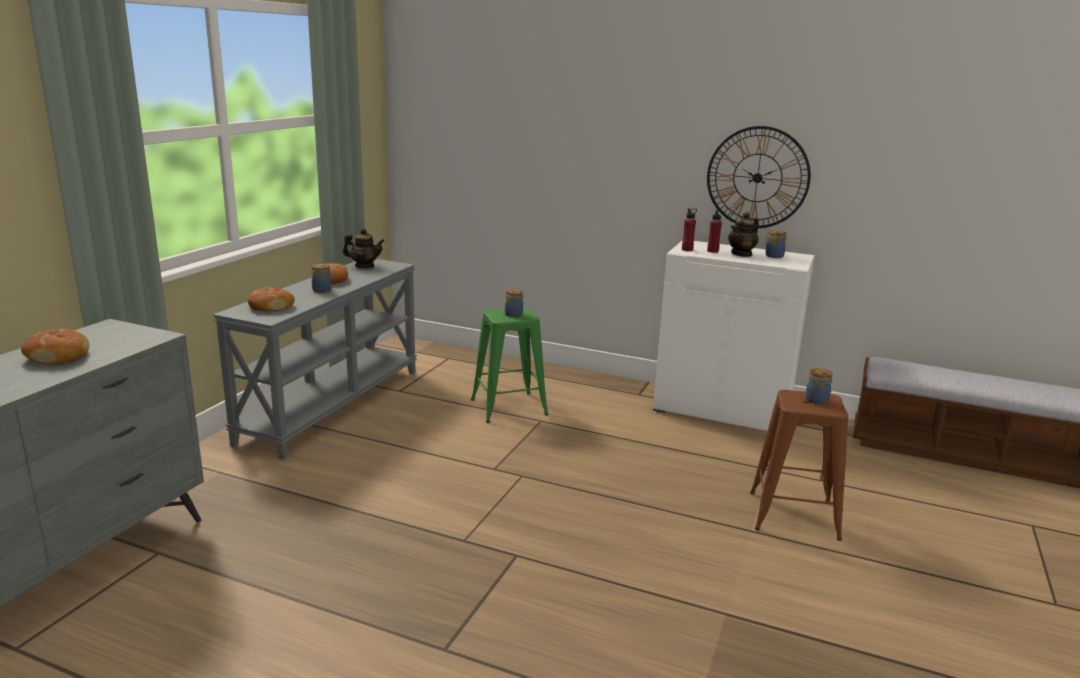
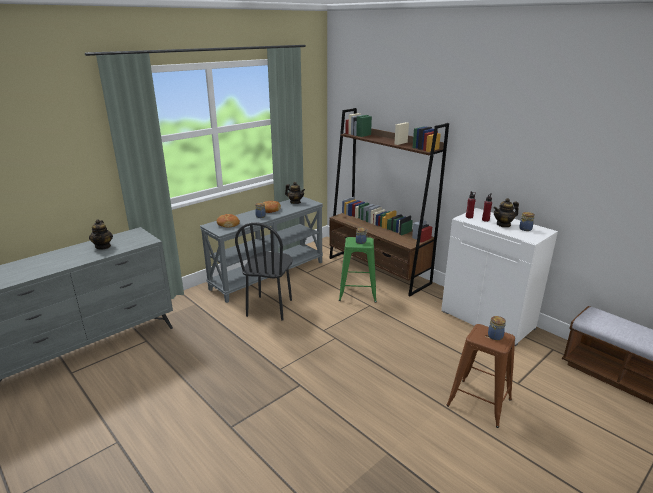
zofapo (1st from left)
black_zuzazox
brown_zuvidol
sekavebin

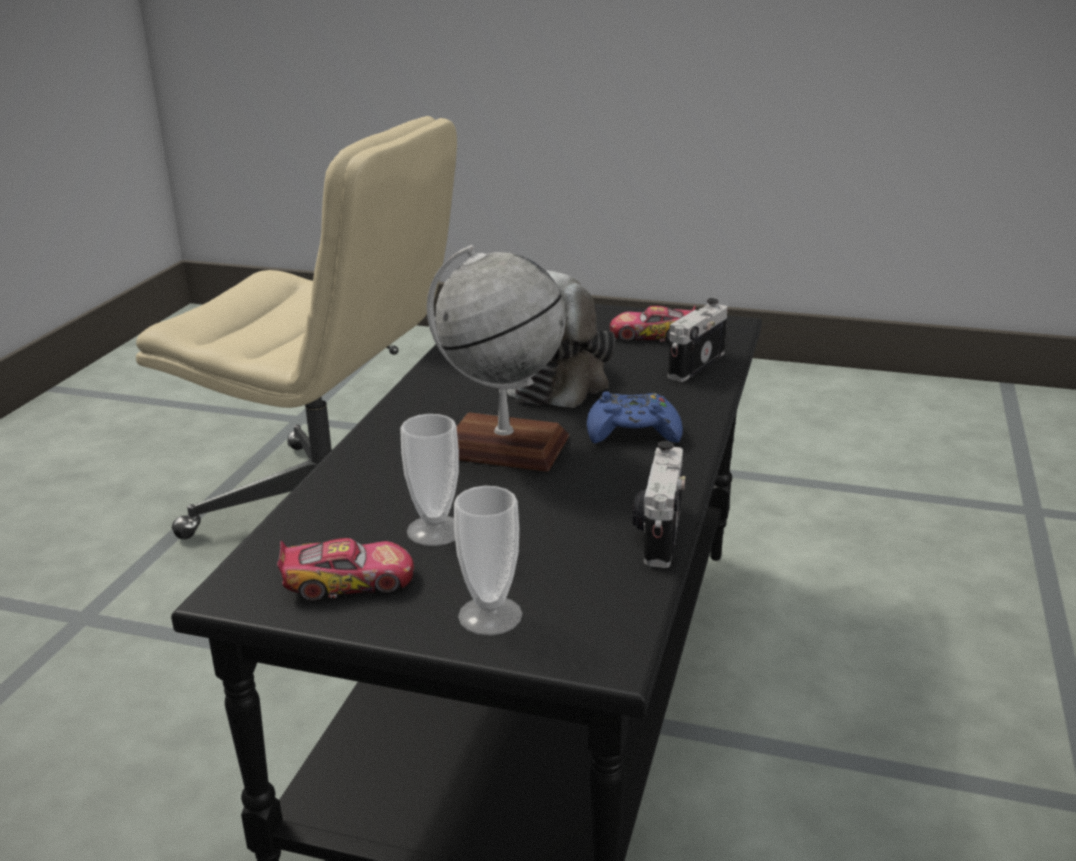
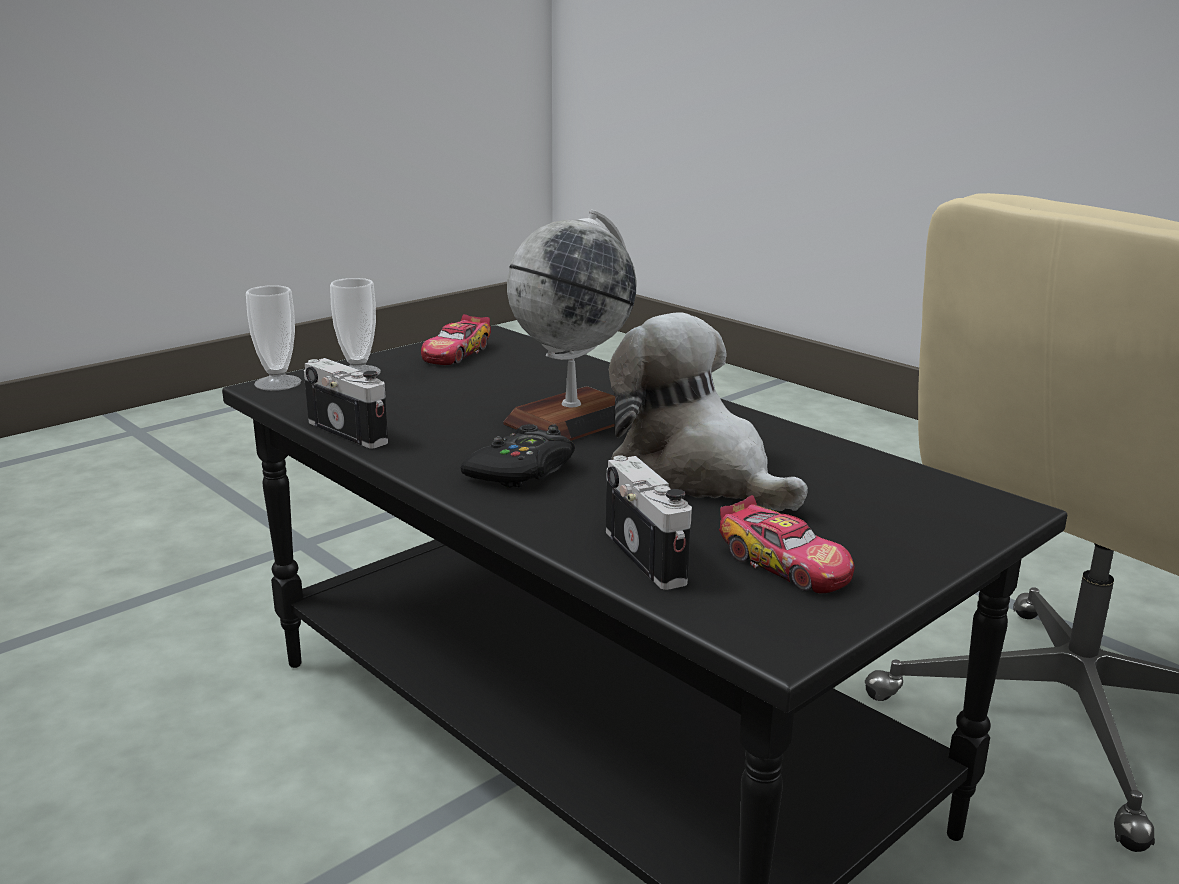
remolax (1st from left)
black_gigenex
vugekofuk (2nd from left)

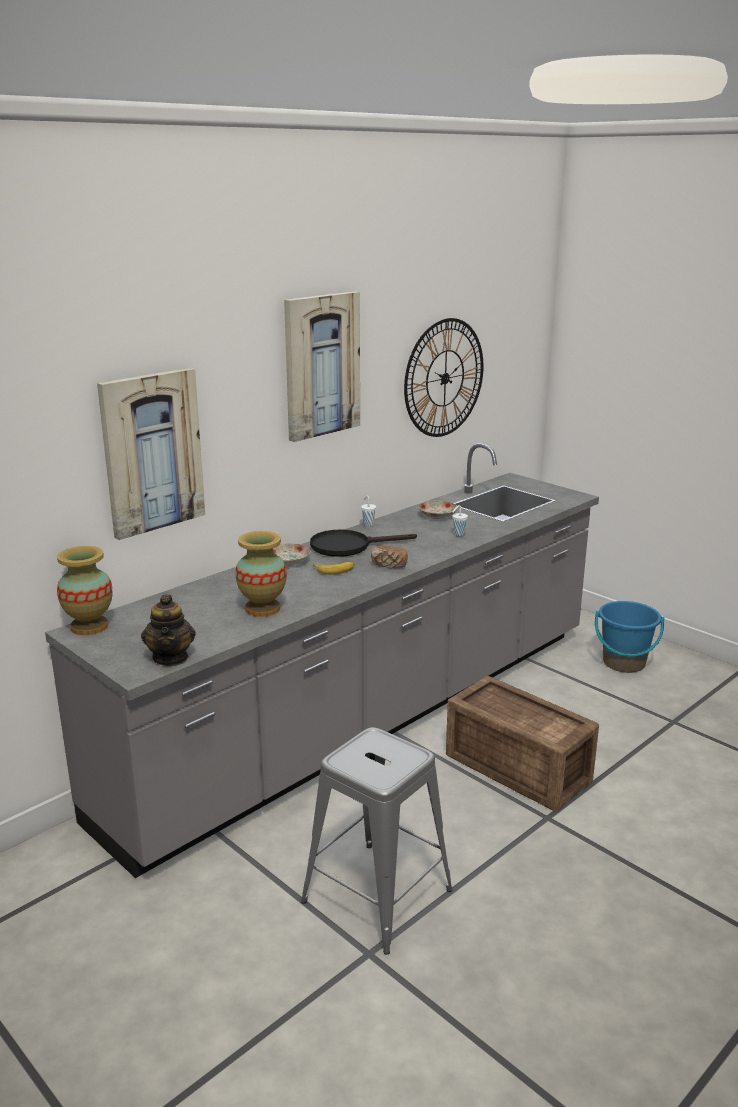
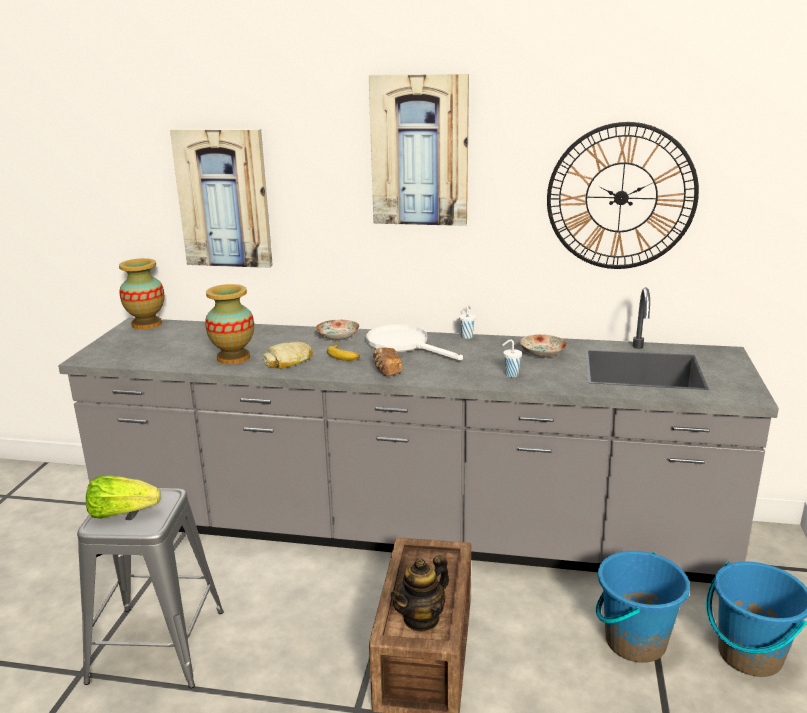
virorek
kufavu (1st from left)
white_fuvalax
zofapo
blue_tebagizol (1st from left)

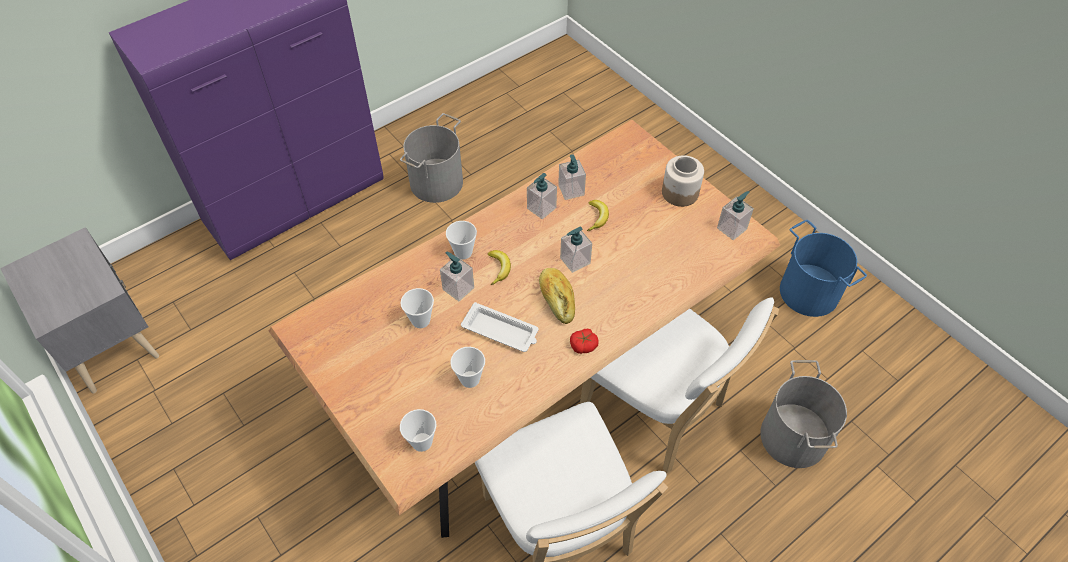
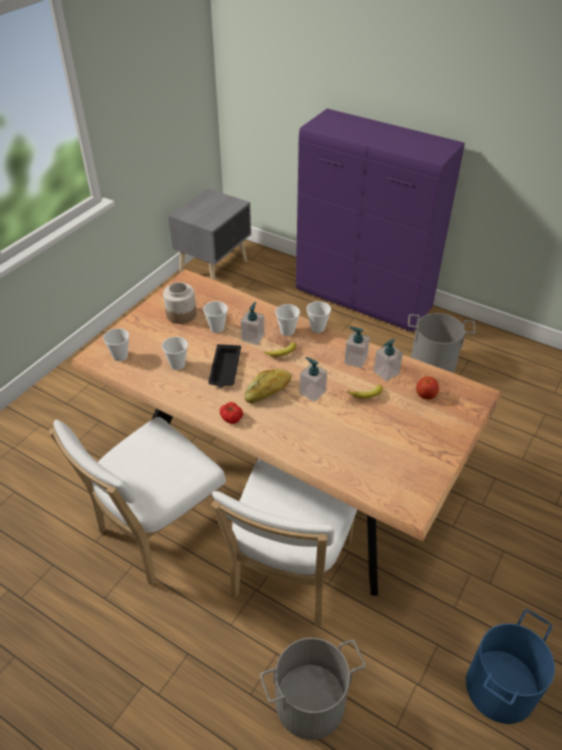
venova
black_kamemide
remolax (5th from left)
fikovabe
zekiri (5th from left in the first image)

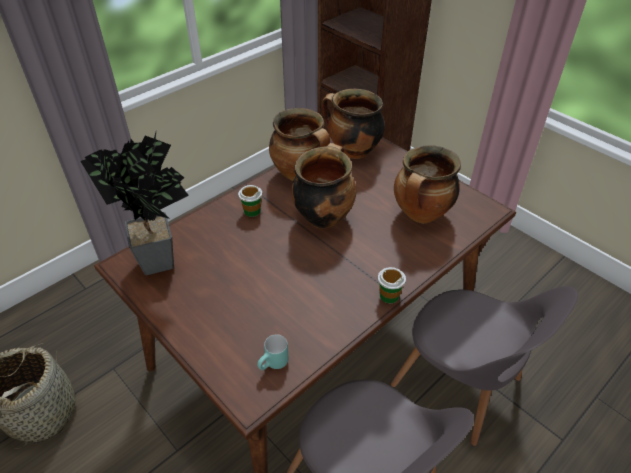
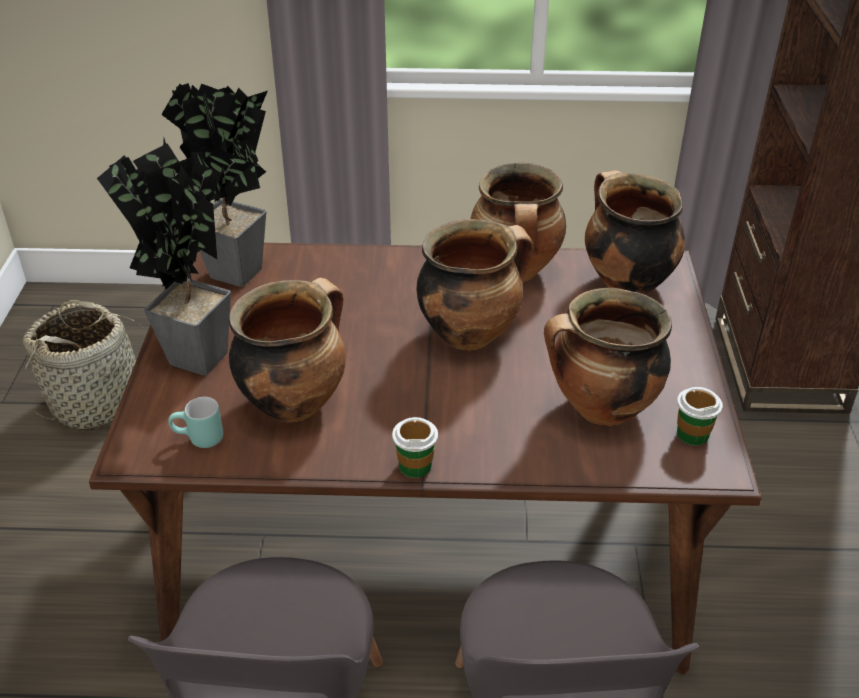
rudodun (1st from left)
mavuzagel (1st from left)
remolax (2nd from left)

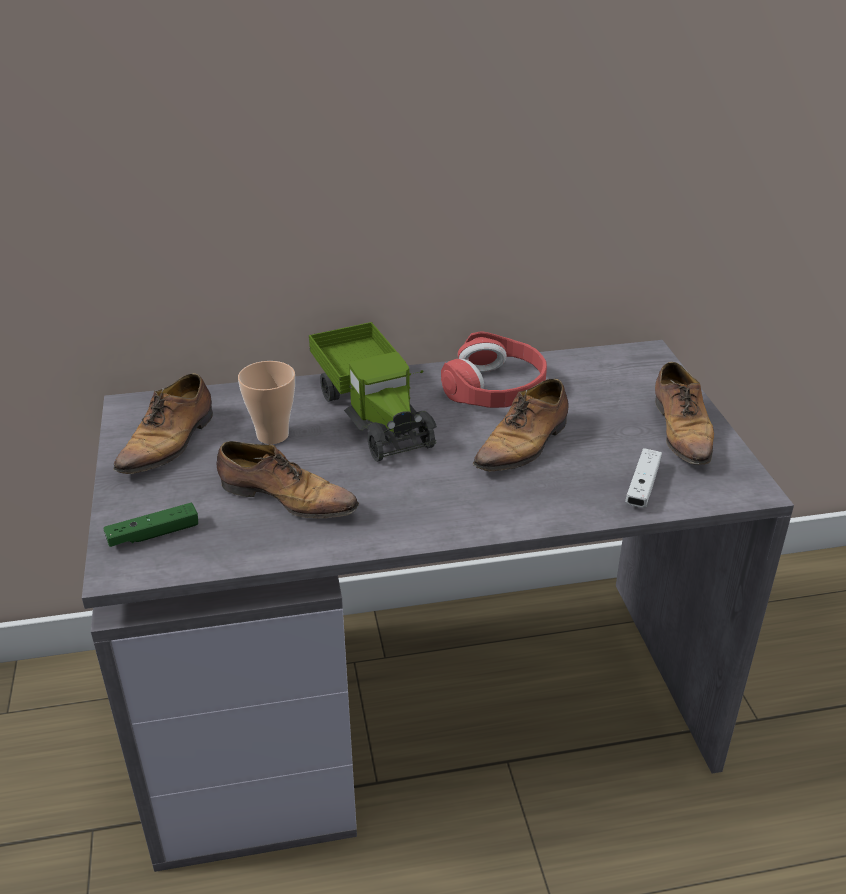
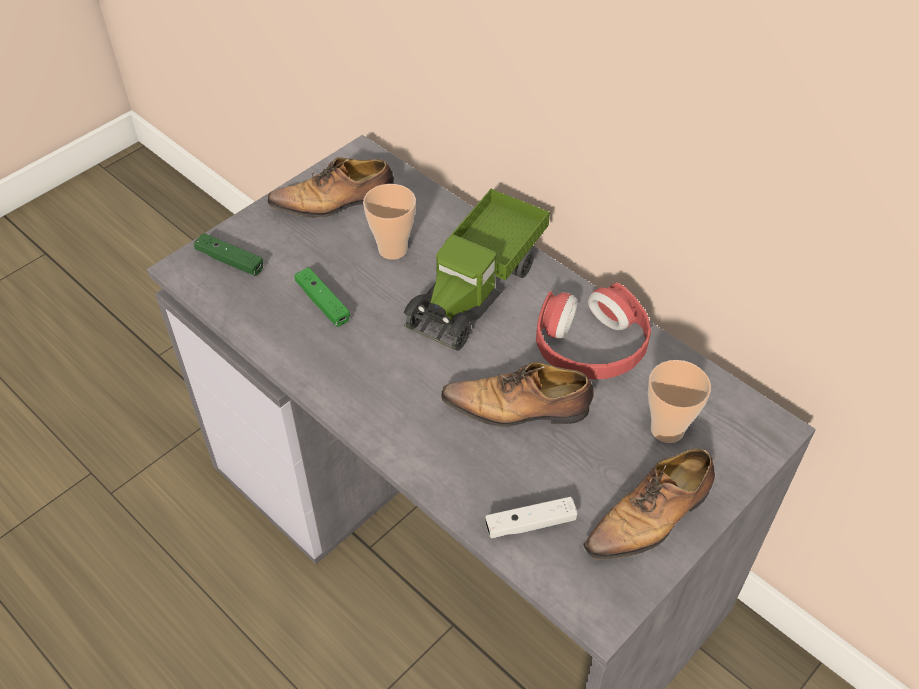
green_gigenex (2nd from left)
remolax (2nd from left)

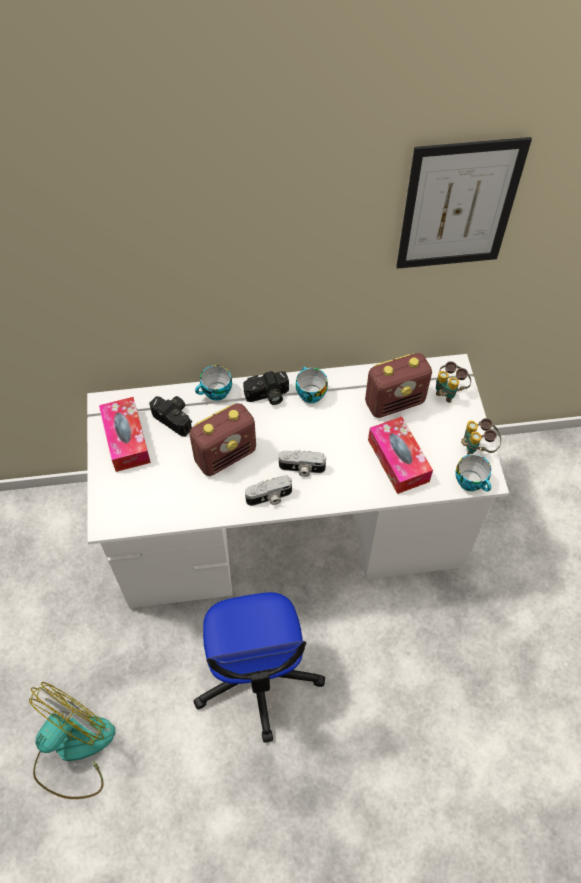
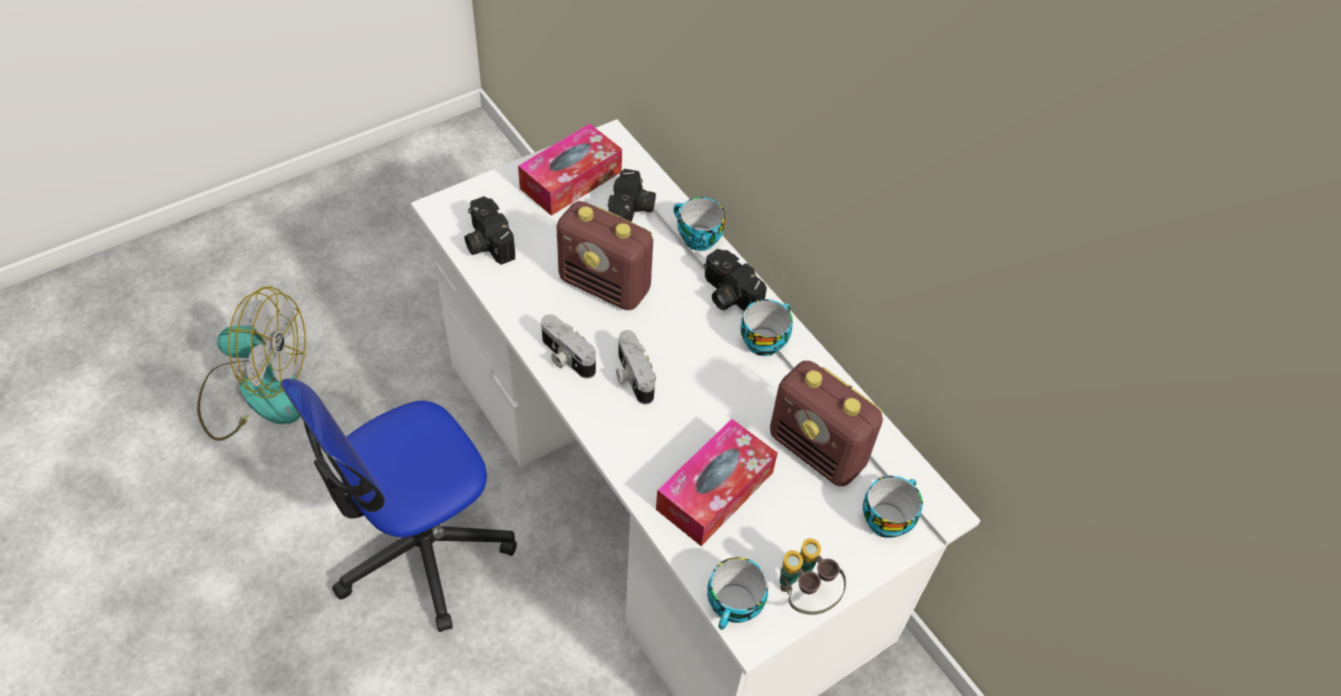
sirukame (1st from left)
remolax (4th from left)
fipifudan

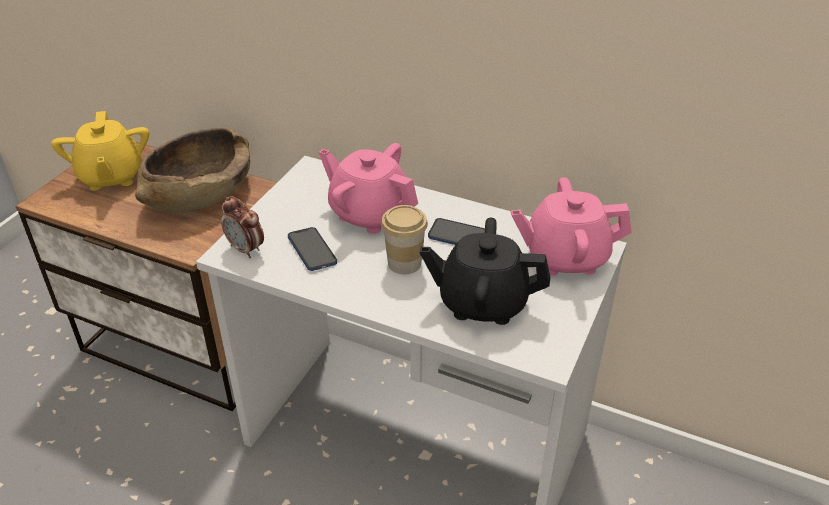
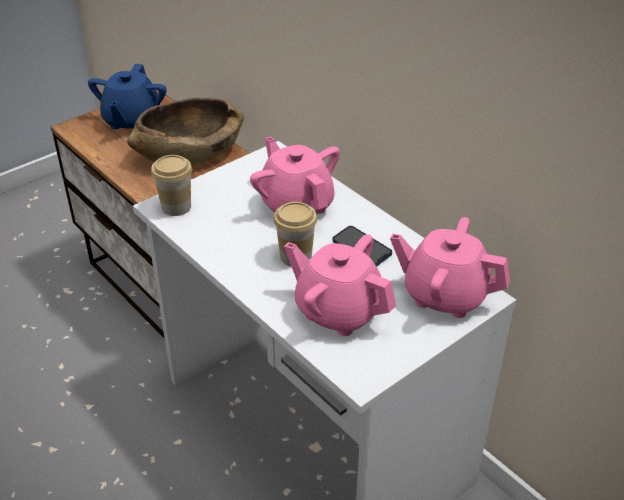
blue_zofapo
remolax (1st from left)
pink_zofapo (2nd from left)
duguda (1st from left in the first image)

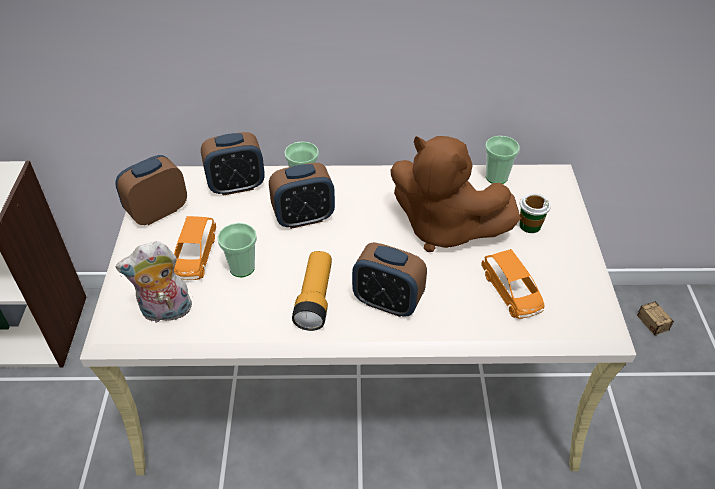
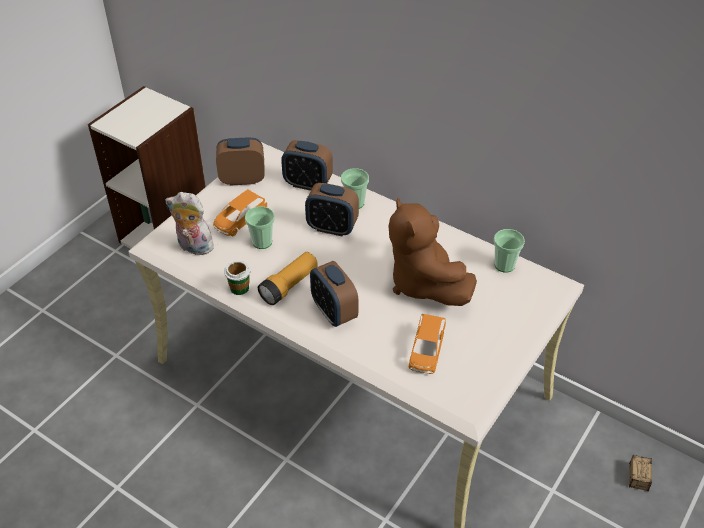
remolax (1st from left)

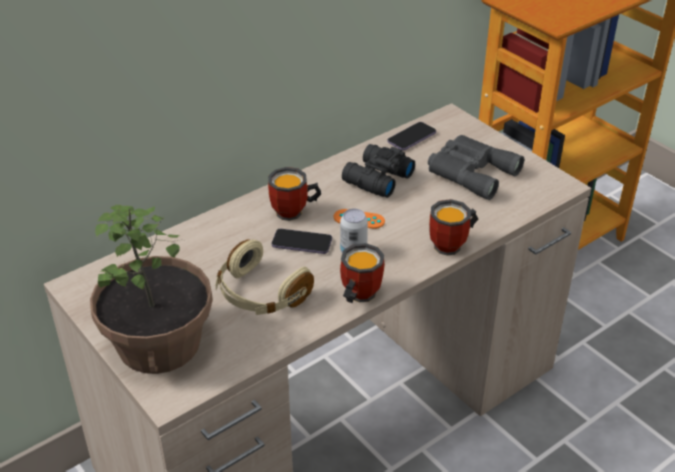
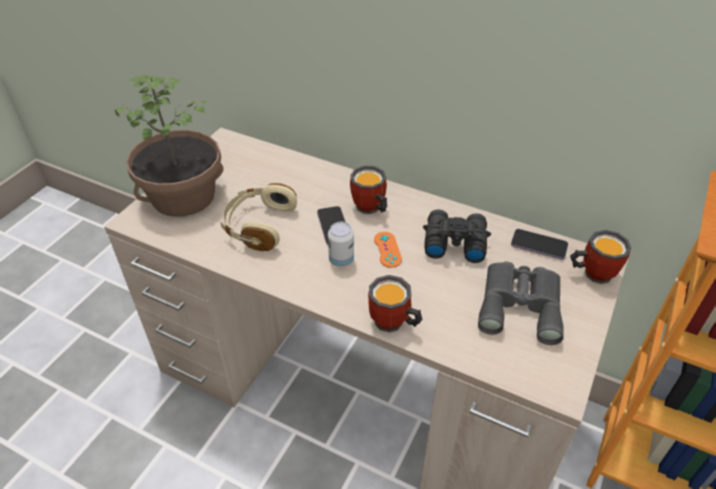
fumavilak (3rd from left)

